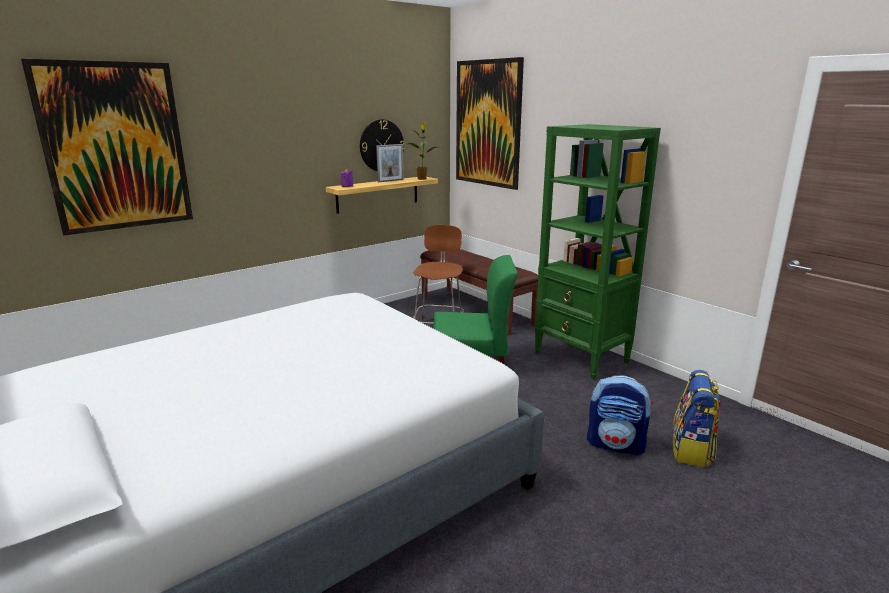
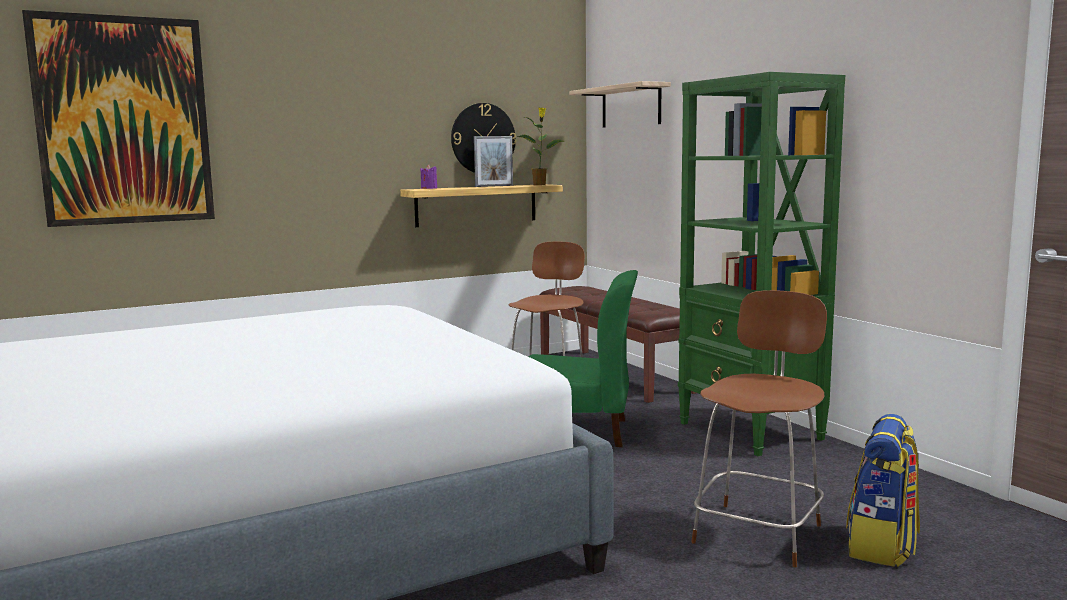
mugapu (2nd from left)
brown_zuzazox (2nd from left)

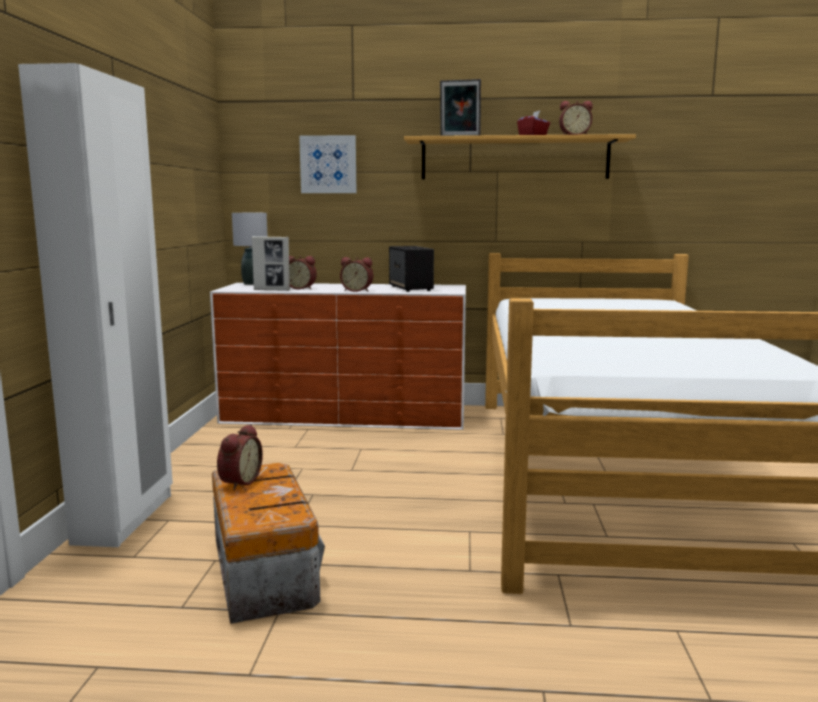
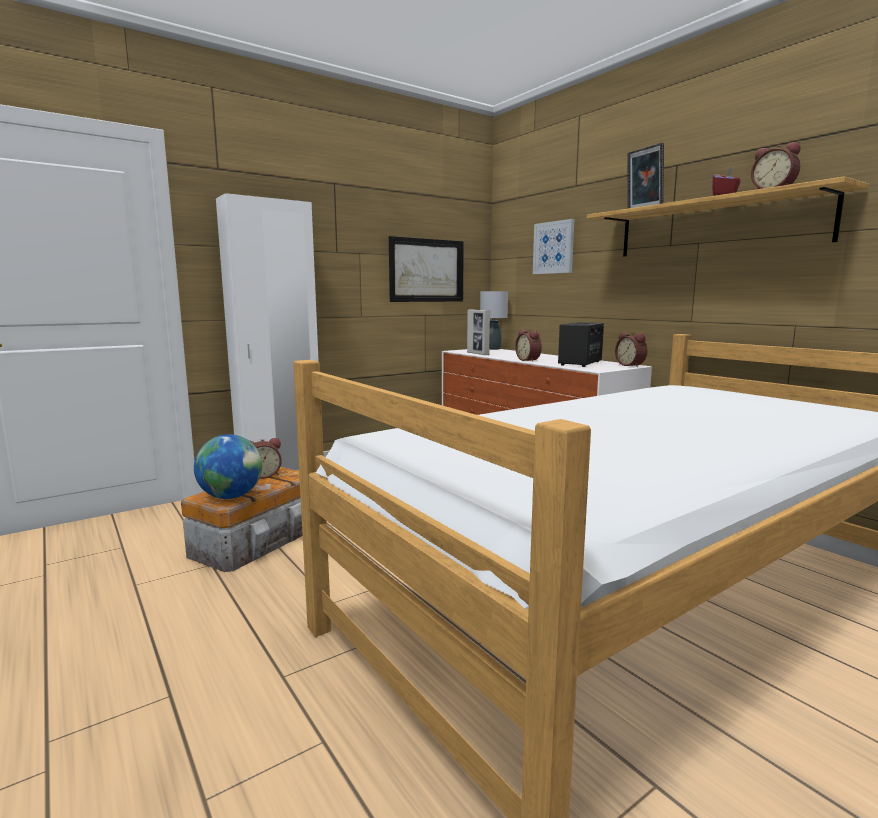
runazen
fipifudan (1st from left)
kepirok (3rd from left)

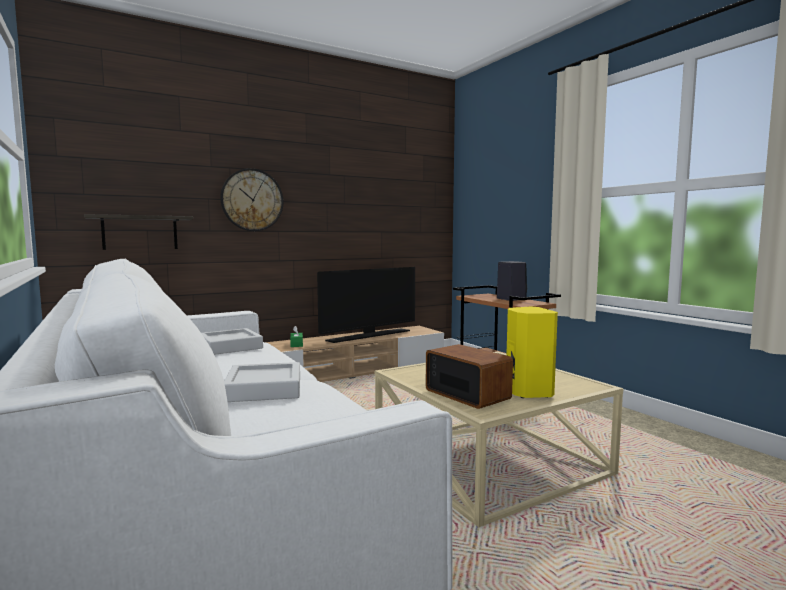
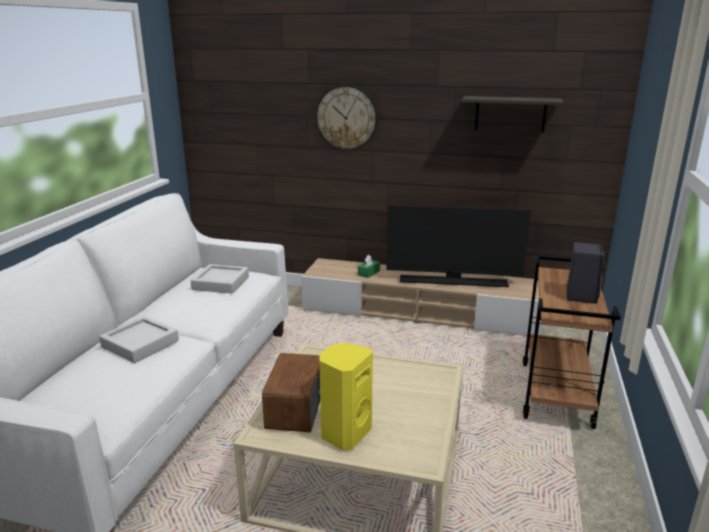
mugapu

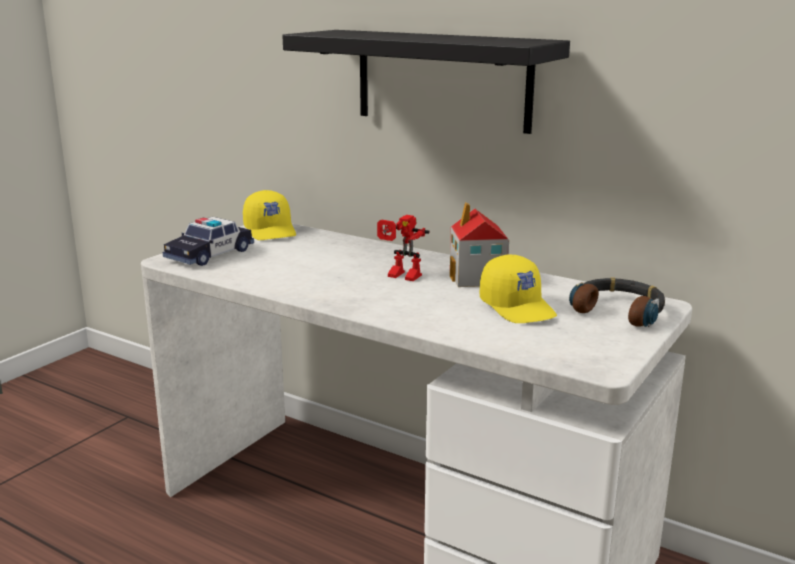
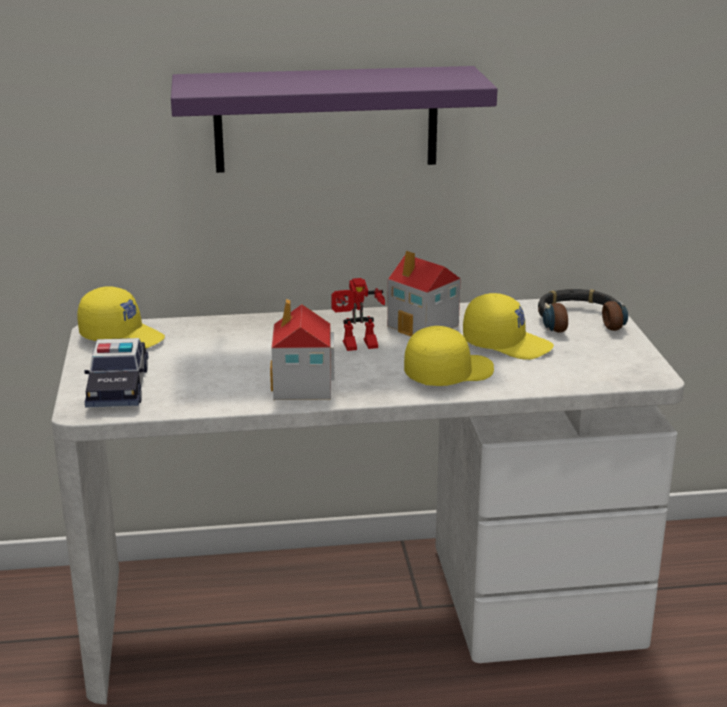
purple_mugapu
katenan (1st from left)
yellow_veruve (2nd from left)

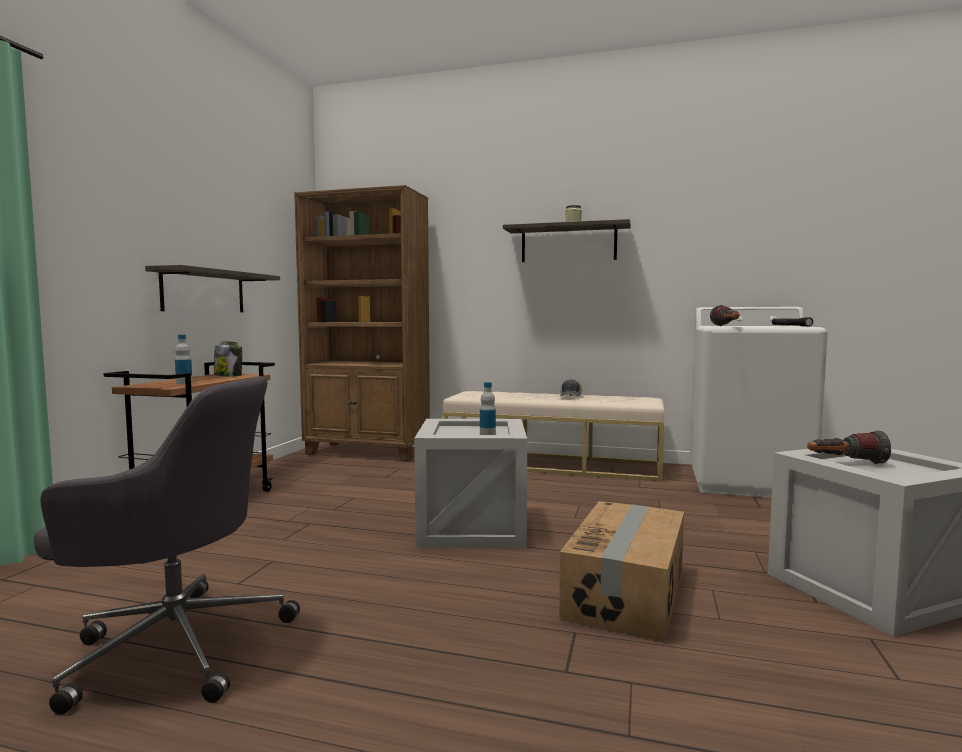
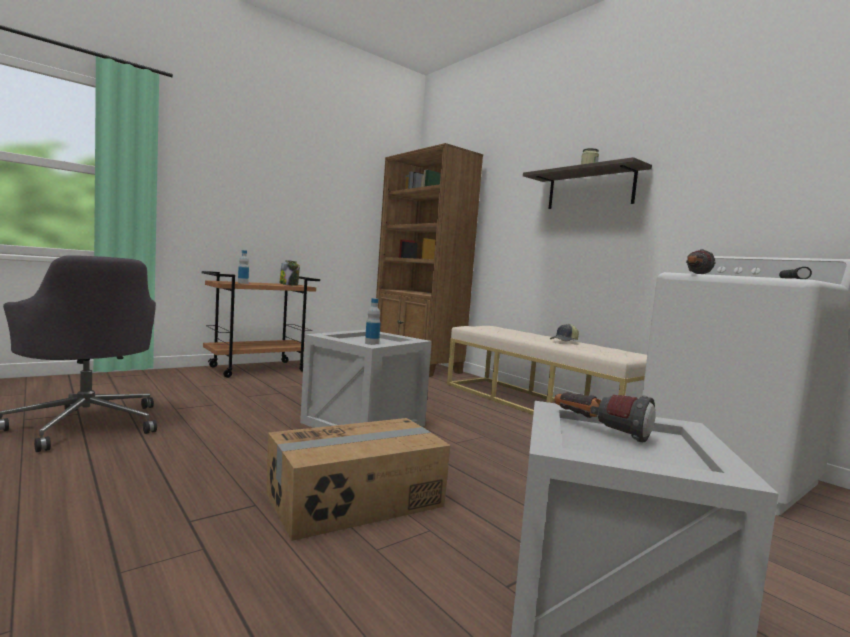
mugapu (1st from left in the first image)

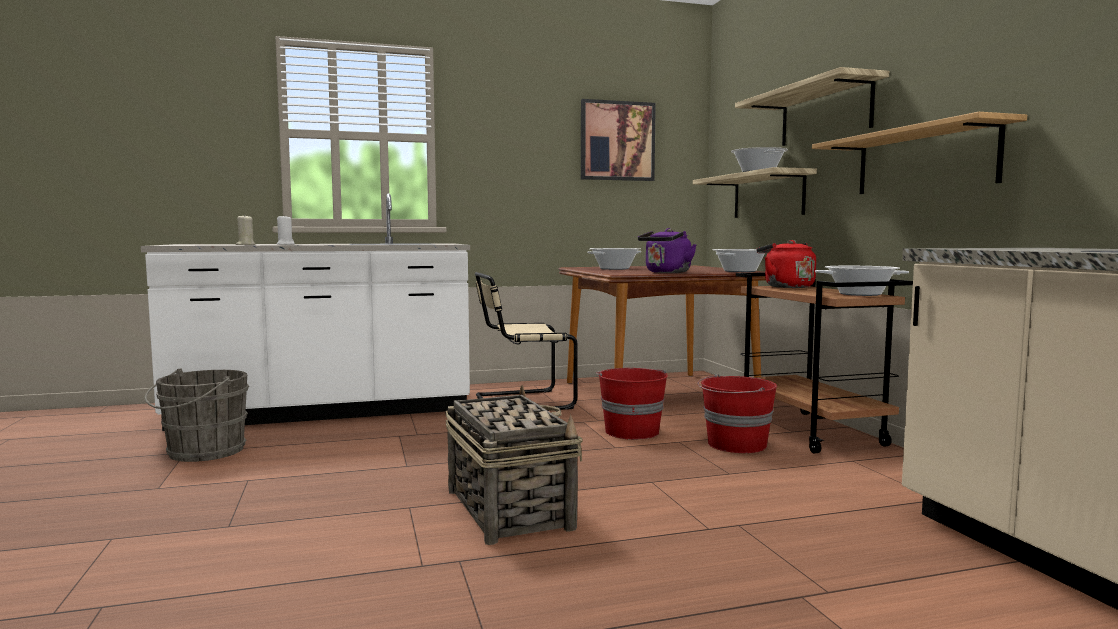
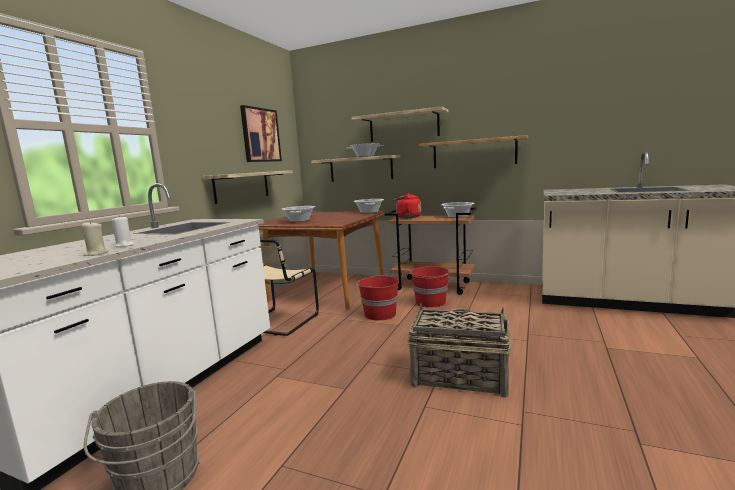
mugapu (1st from left)
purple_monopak

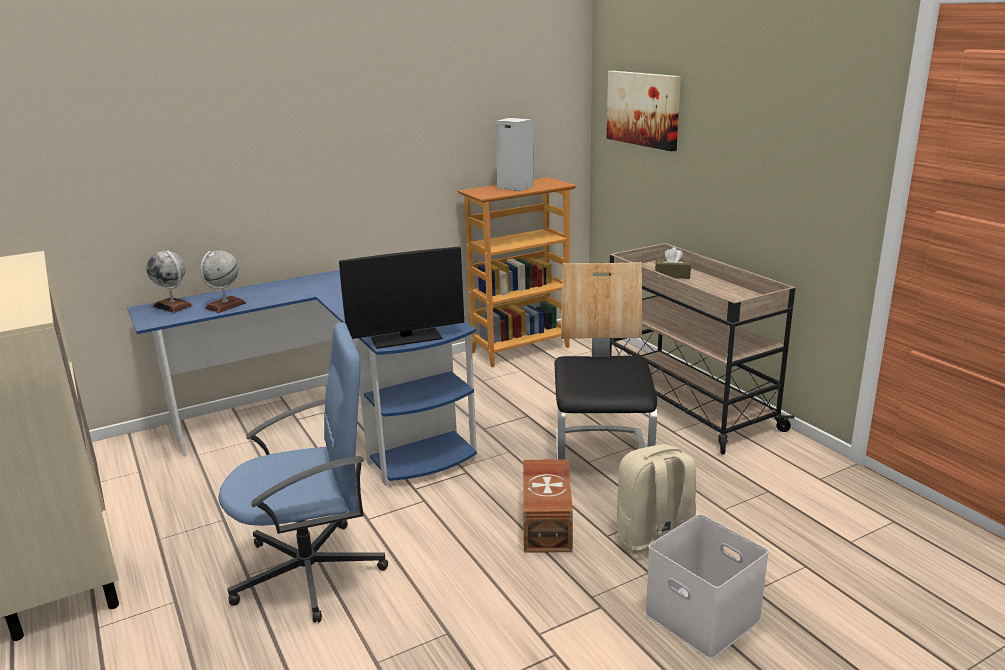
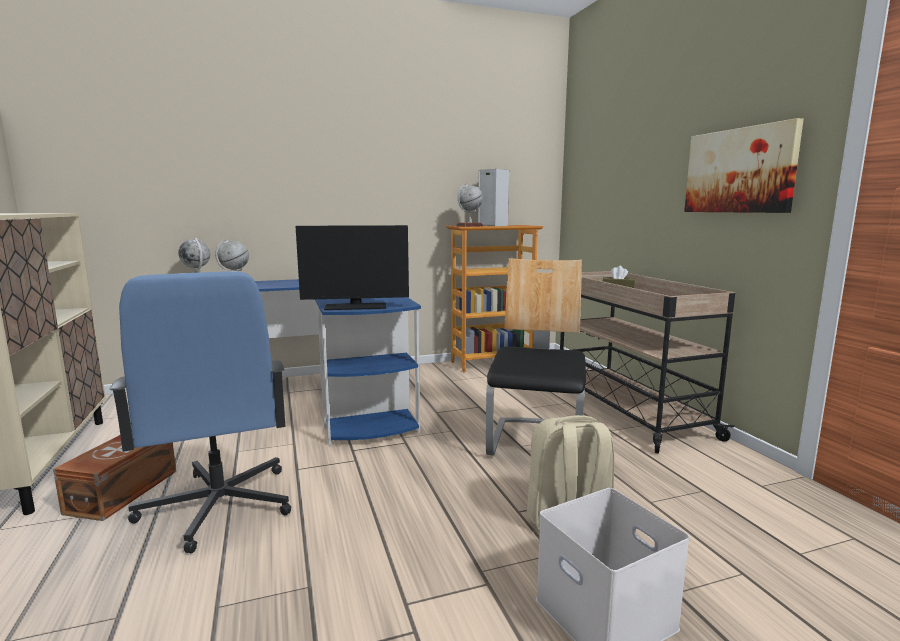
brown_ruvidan
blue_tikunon
runazen (3rd from left)
fipifudan

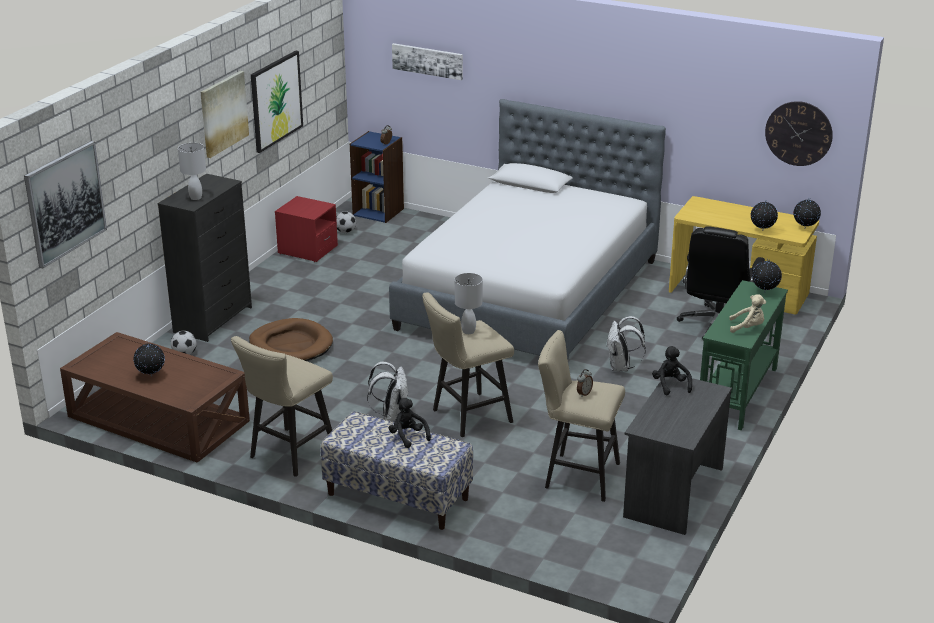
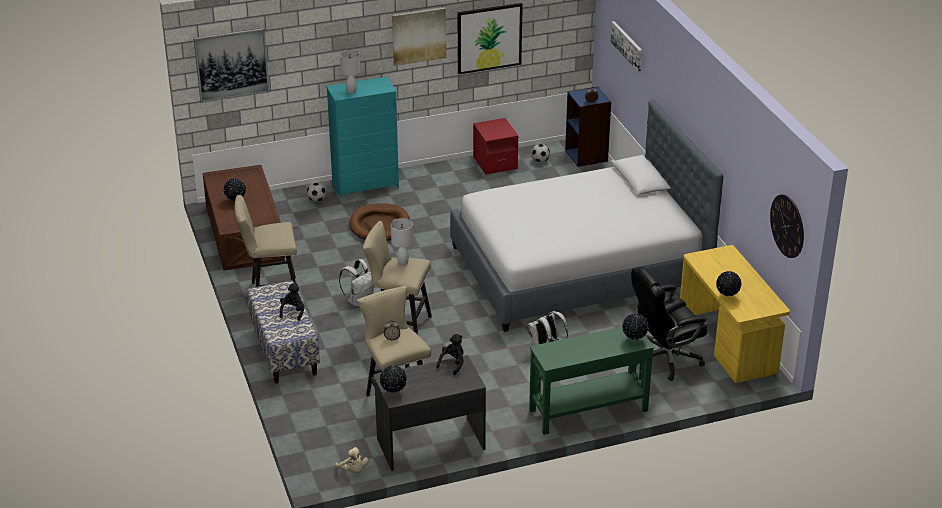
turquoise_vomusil
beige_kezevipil
runazen (2nd from left)

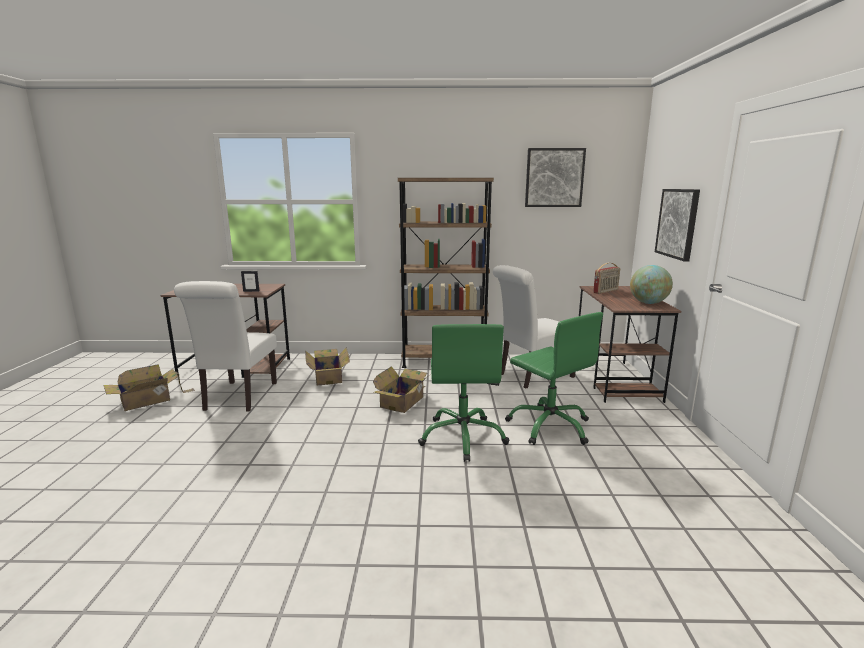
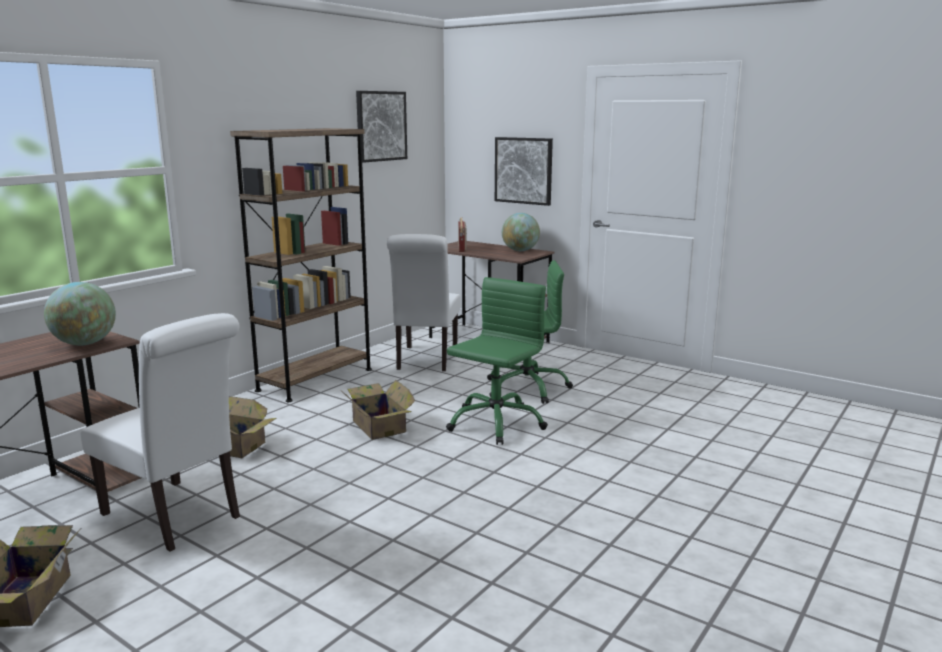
runazen (1st from left)
green_tikunon (1st from left)

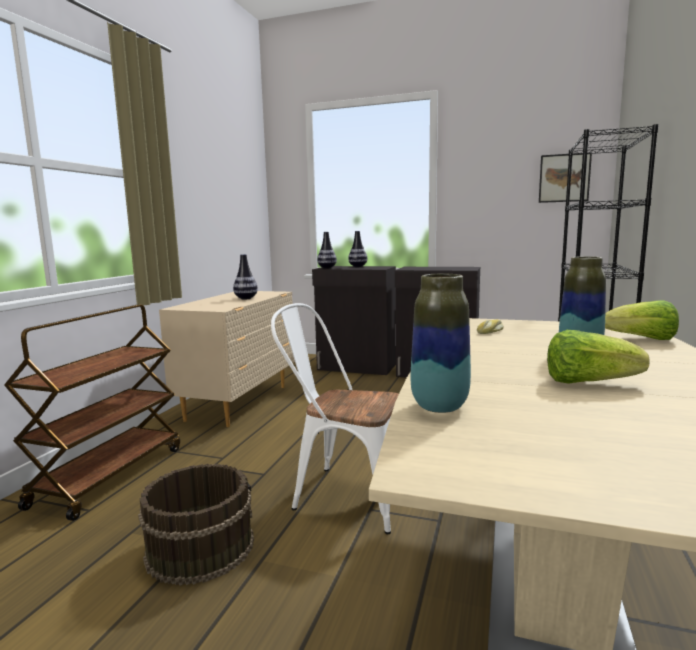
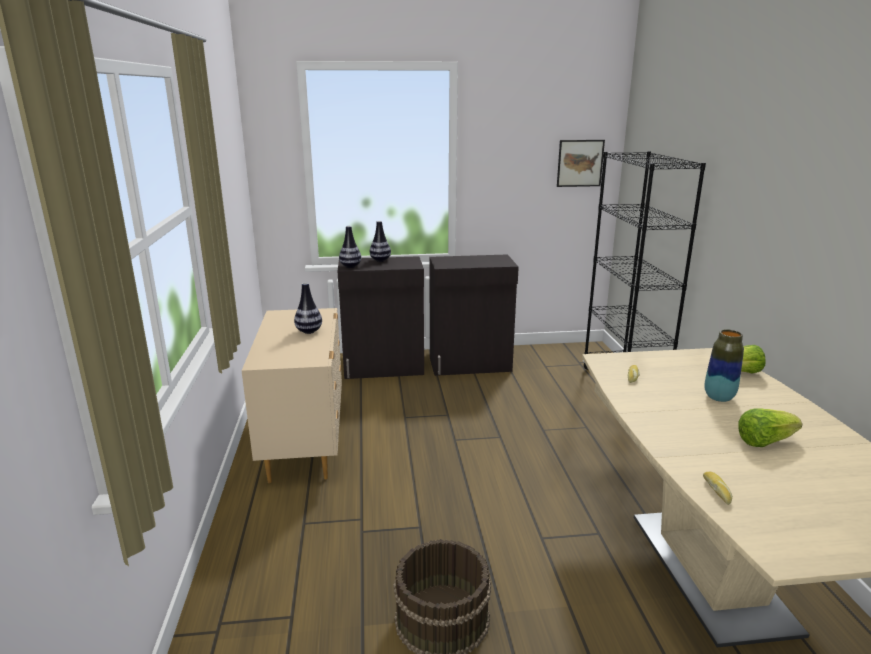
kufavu (2nd from left)
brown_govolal
white_zuzazox

